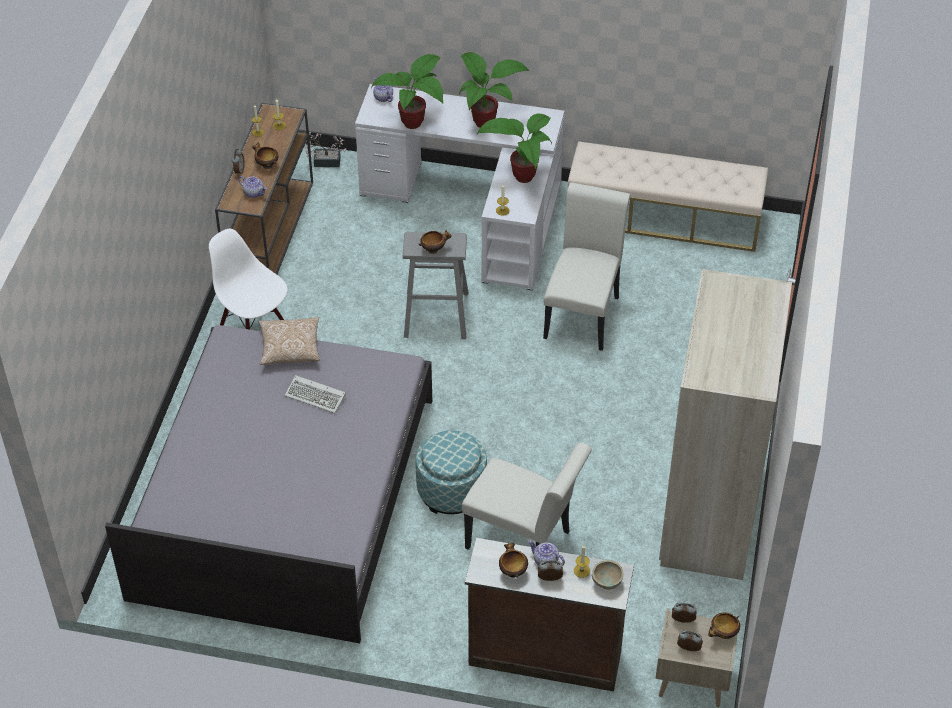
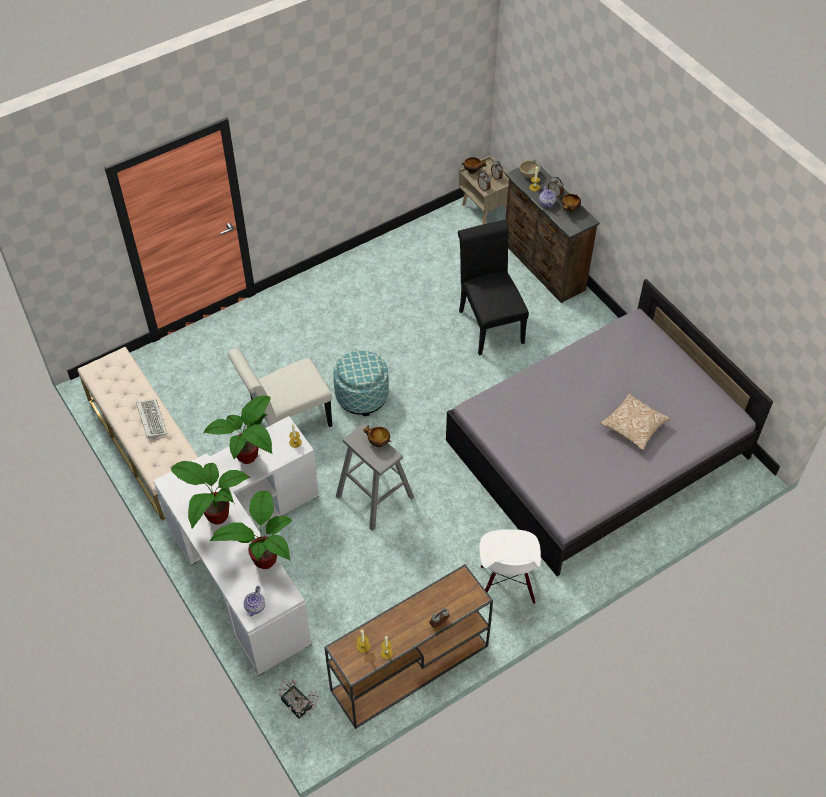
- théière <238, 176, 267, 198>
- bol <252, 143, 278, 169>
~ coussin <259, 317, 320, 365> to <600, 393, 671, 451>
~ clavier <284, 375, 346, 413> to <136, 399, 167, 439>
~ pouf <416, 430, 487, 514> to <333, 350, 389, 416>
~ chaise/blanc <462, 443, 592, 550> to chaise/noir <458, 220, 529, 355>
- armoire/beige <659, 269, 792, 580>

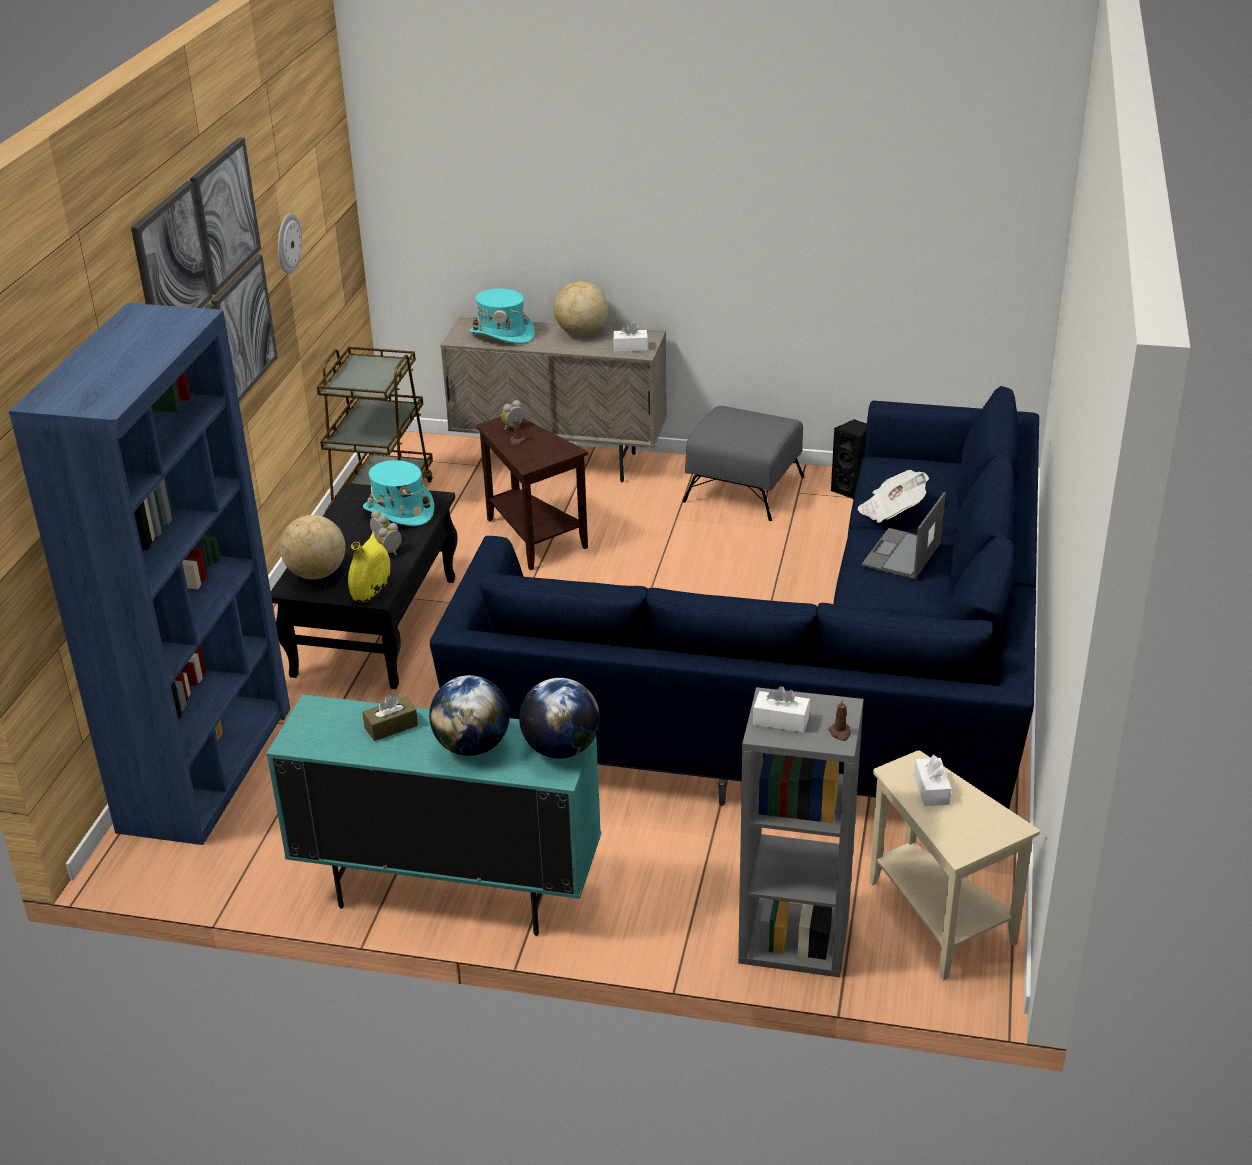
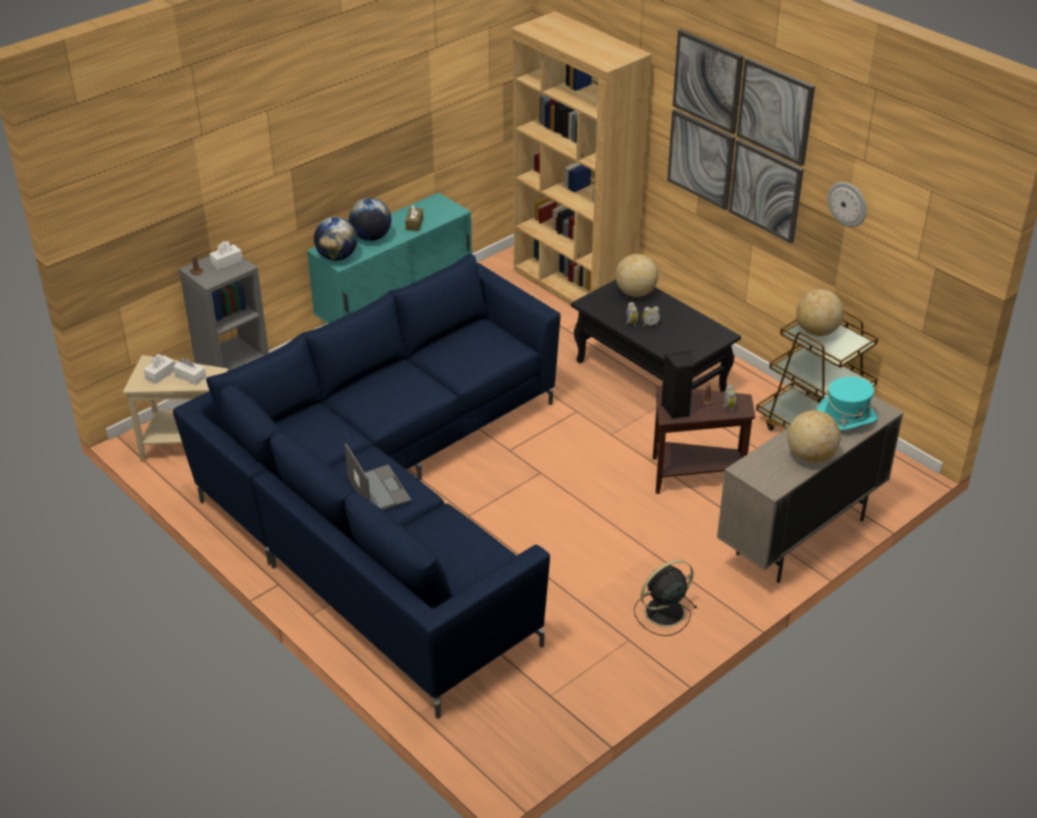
~ bibliothèque/bleu <9, 303, 290, 845> to bibliothèque/marron <511, 11, 652, 306>
- vase/jaune <348, 531, 390, 602>
- chapeau/turquoise <363, 460, 434, 526>
~ boîte à mouchoirs/blanc <613, 322, 648, 352> to <144, 354, 175, 384>
~ pouf/gris <682, 406, 804, 521> to ventilateur/noir <634, 560, 697, 636>
~ enceinte/noir <831, 419, 867, 499> to <661, 351, 694, 419>
- journal <858, 470, 929, 523>
+ globe <796, 289, 844, 336>

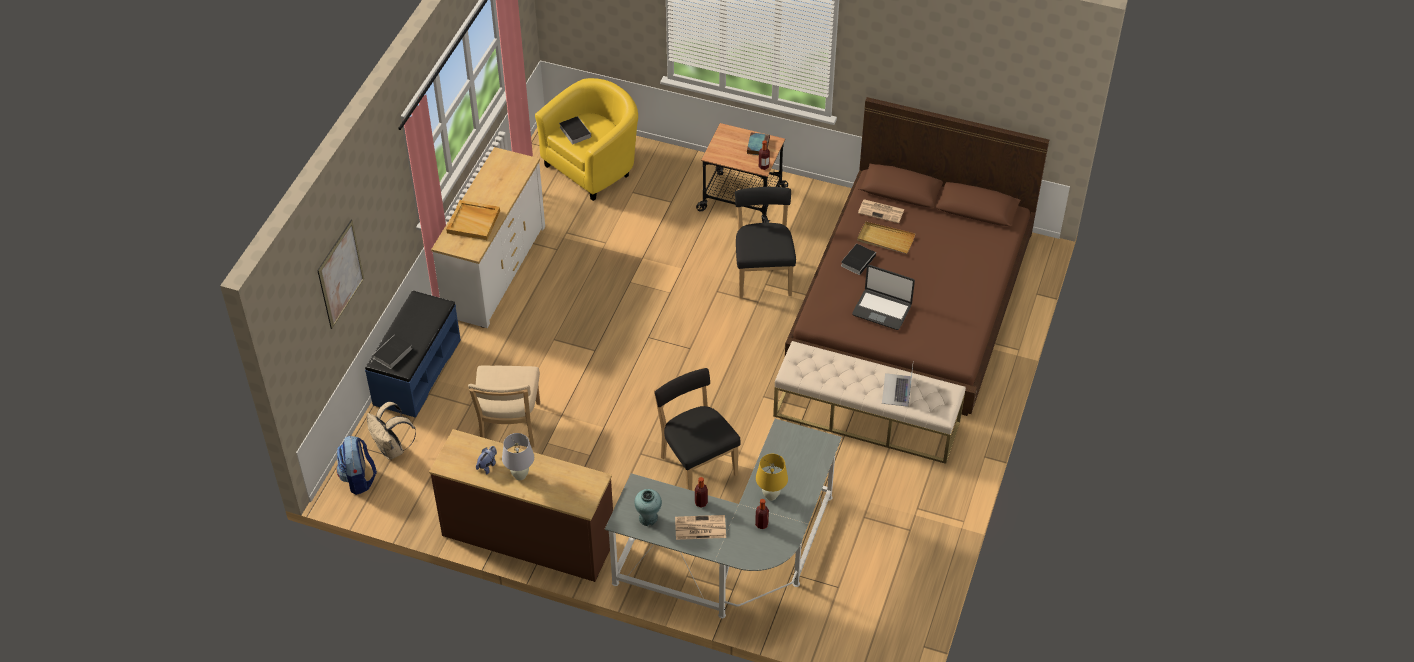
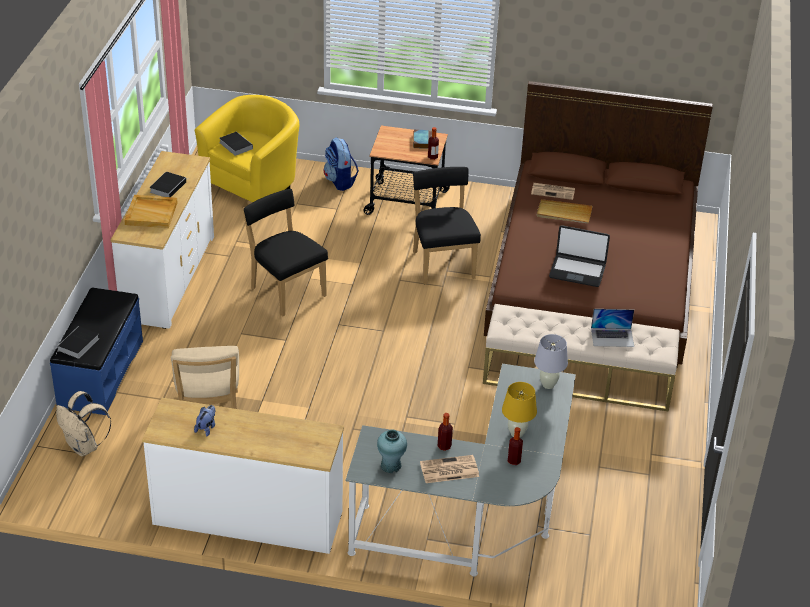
- tableau <317, 219, 364, 329>
~ sac à dos <337, 435, 377, 495> to <324, 137, 359, 191>
~ commode/marron <429, 429, 613, 582> to commode/blanc <142, 398, 344, 554>
~ lampe de table/blanc <502, 433, 534, 480> to <534, 334, 568, 389>
~ chaise/noir <654, 367, 741, 490> to <242, 189, 328, 317>
~ livre <841, 244, 877, 275> to <149, 172, 188, 197>
~ ordinateur portable <882, 366, 913, 407> = <591, 309, 634, 347> 90 degrees counterclockwise

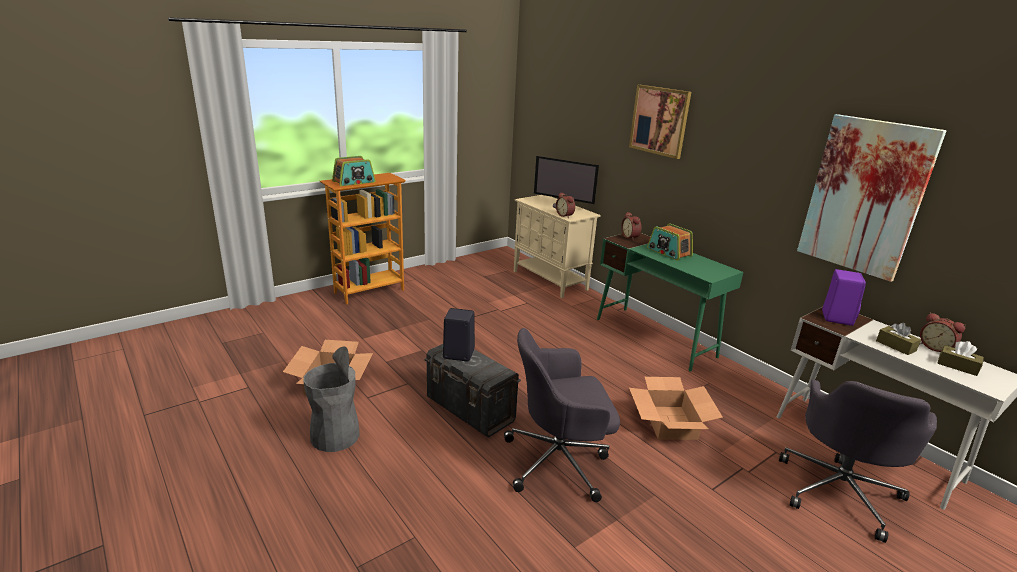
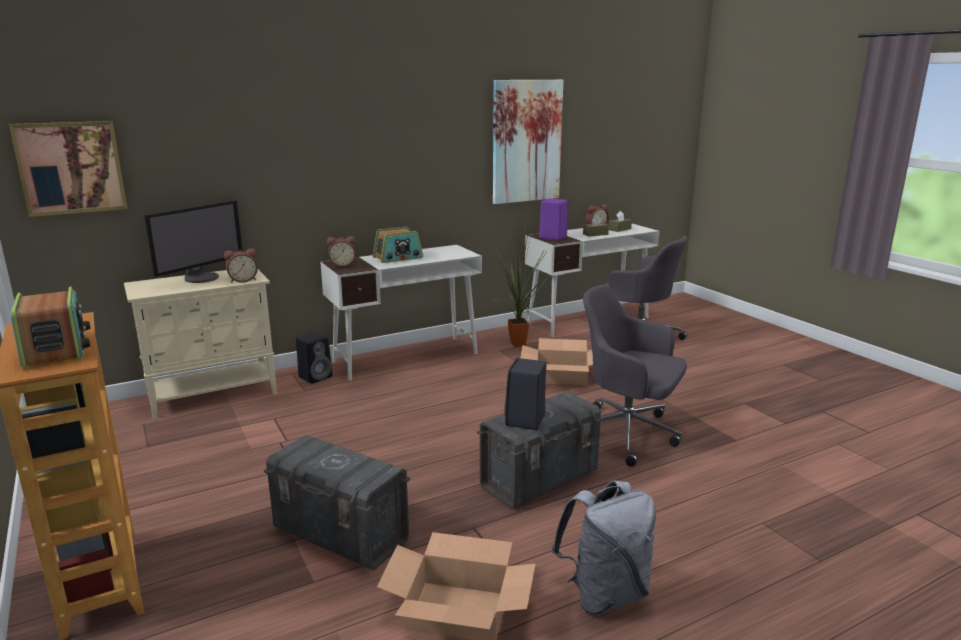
~ poubelle/gris <303, 347, 359, 452> to sac à dos/gris <551, 480, 656, 614>
~ chaise de bureau/gris <504, 328, 620, 502> = <583, 285, 687, 467> 120 degrees clockwise
~ bureau/vert <597, 233, 743, 372> to bureau/blanc <320, 245, 482, 380>
~ tableau <629, 85, 691, 159> to <9, 121, 127, 217>
+ boîte de rangement/gris <264, 435, 410, 570>
+ enceinte/noir <296, 332, 333, 384>
+ plante en pot <489, 219, 549, 347>

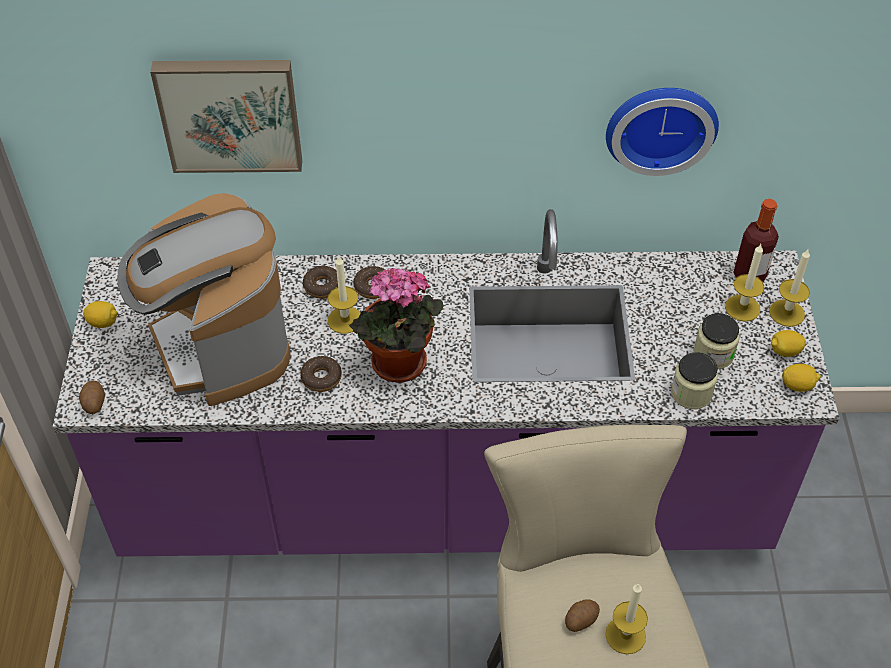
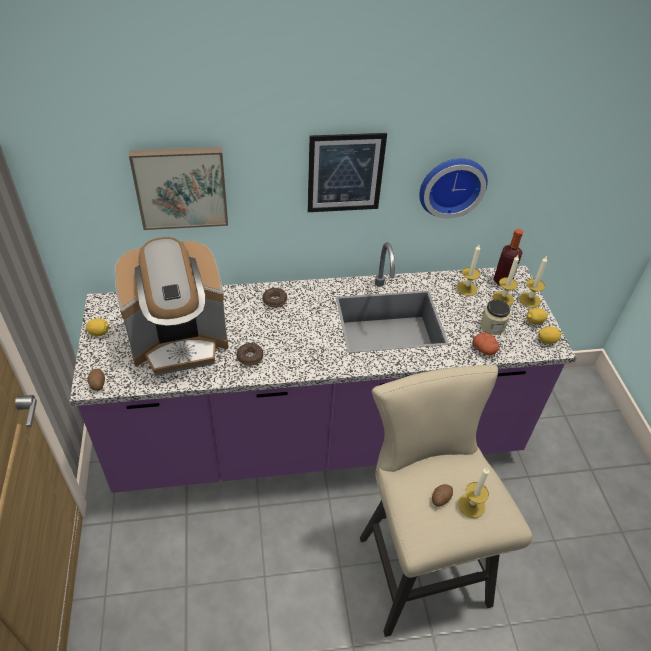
~ machine à café <117, 193, 291, 406> = <115, 237, 228, 376> 75 degrees counterclockwise
- beignet <303, 266, 338, 299>
~ bougie <328, 257, 361, 334> to <457, 245, 480, 296>
- plante en pot <349, 268, 444, 383>
~ bocal <671, 352, 718, 409> to pomme de terre <472, 333, 500, 355>
+ tableau <308, 133, 387, 212>

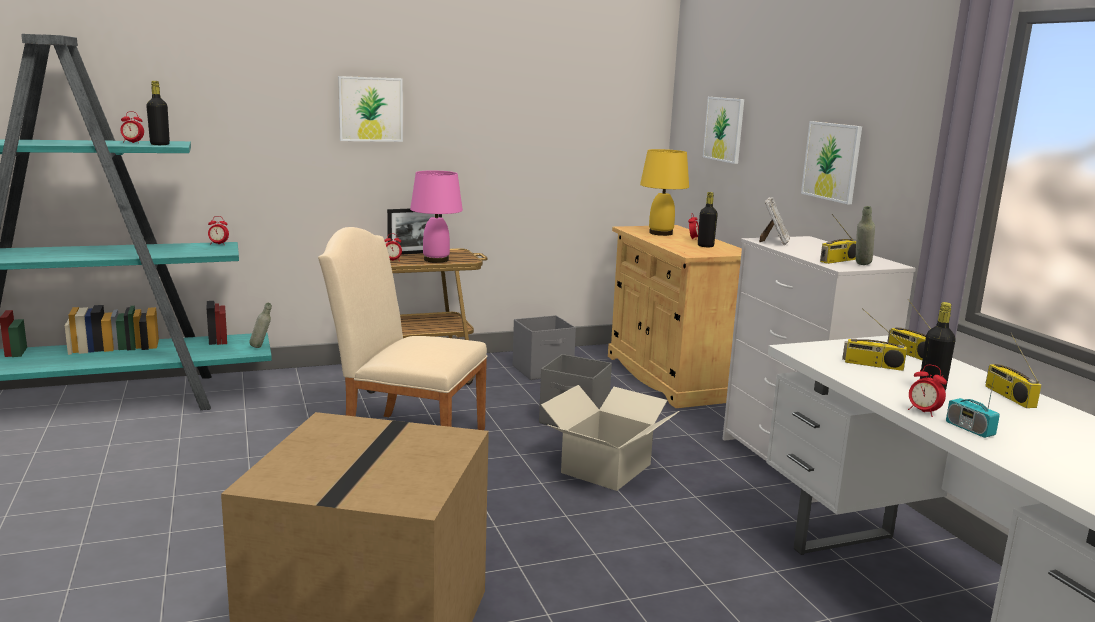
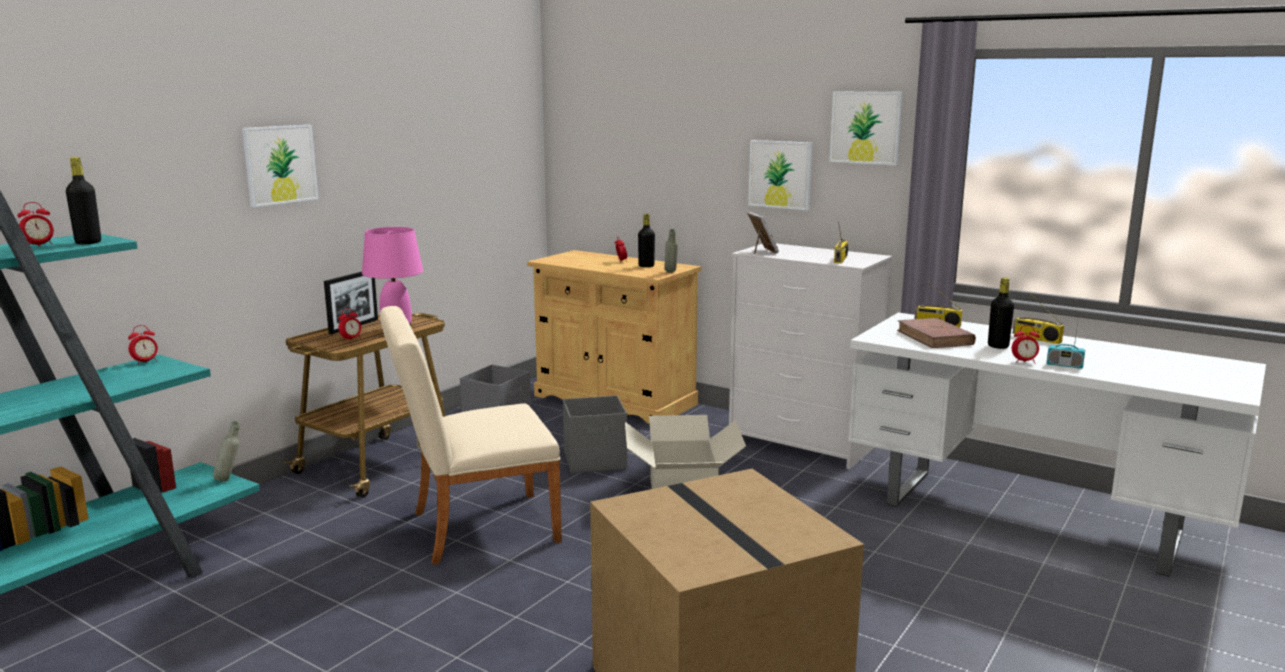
- lampe de table/jaune <640, 149, 689, 236>
~ tableau <703, 97, 744, 164> to <830, 91, 903, 165>
~ radio <842, 308, 907, 371> to livre/marron <897, 318, 976, 348>
~ bouteille/gris <856, 206, 875, 265> to <664, 229, 678, 273>

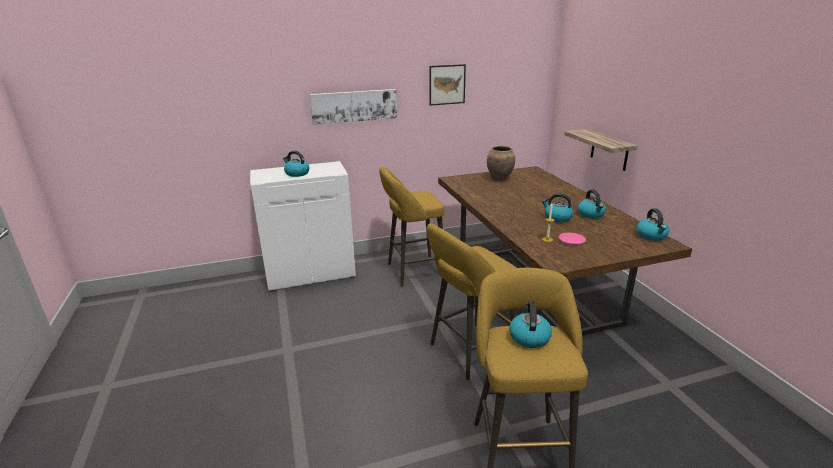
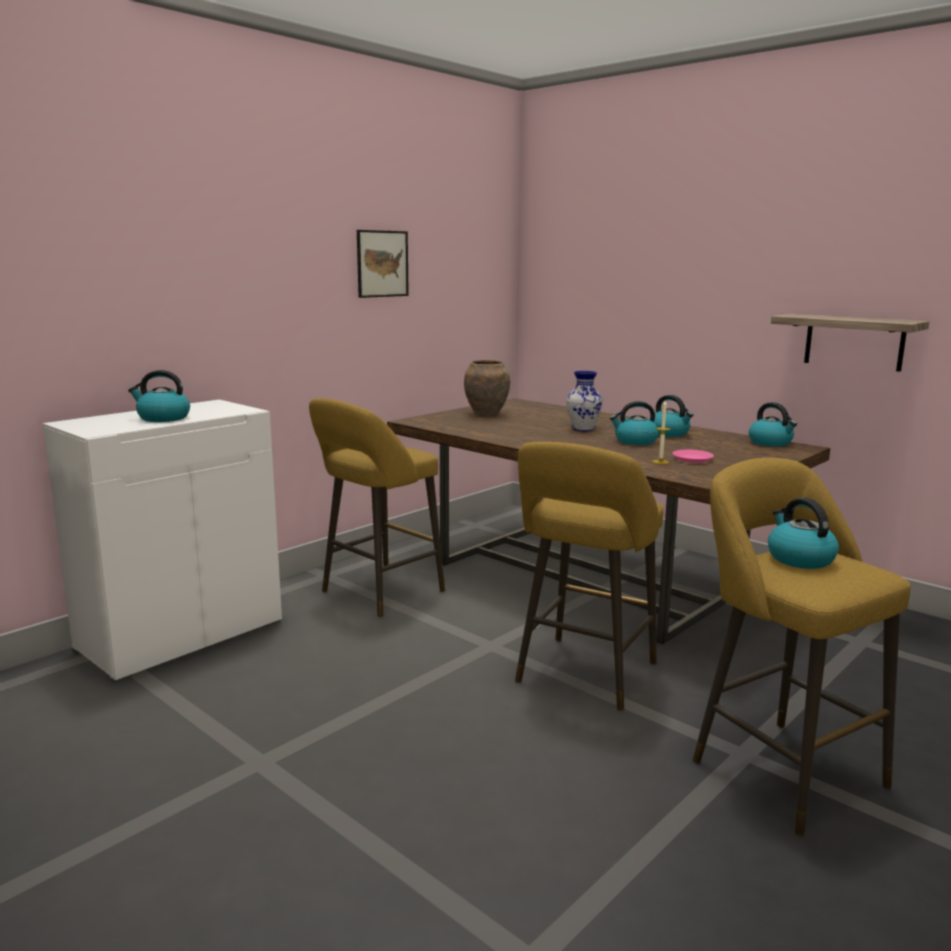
- tableau <310, 89, 397, 125>
~ étagère <565, 129, 638, 171> to <771, 314, 929, 372>
+ vase <566, 371, 603, 431>

